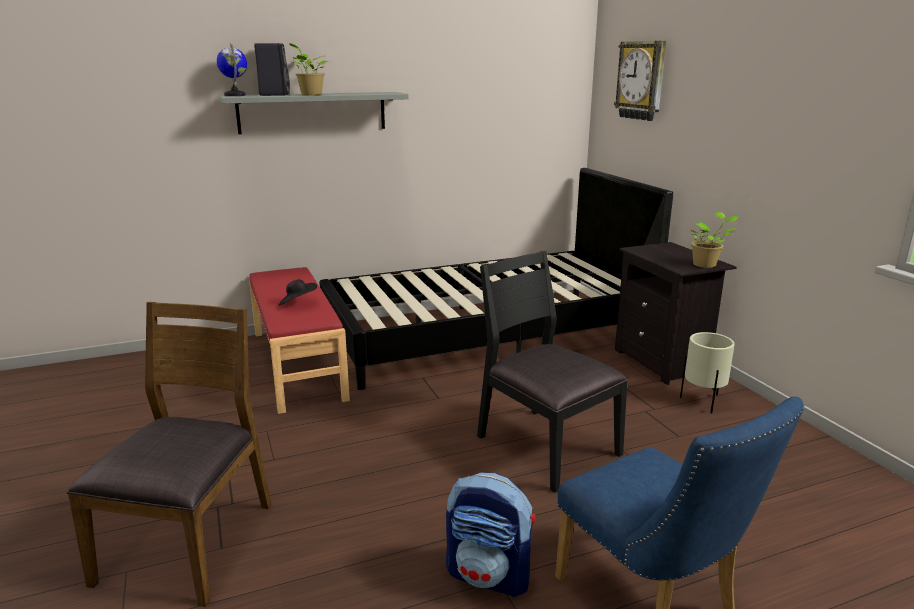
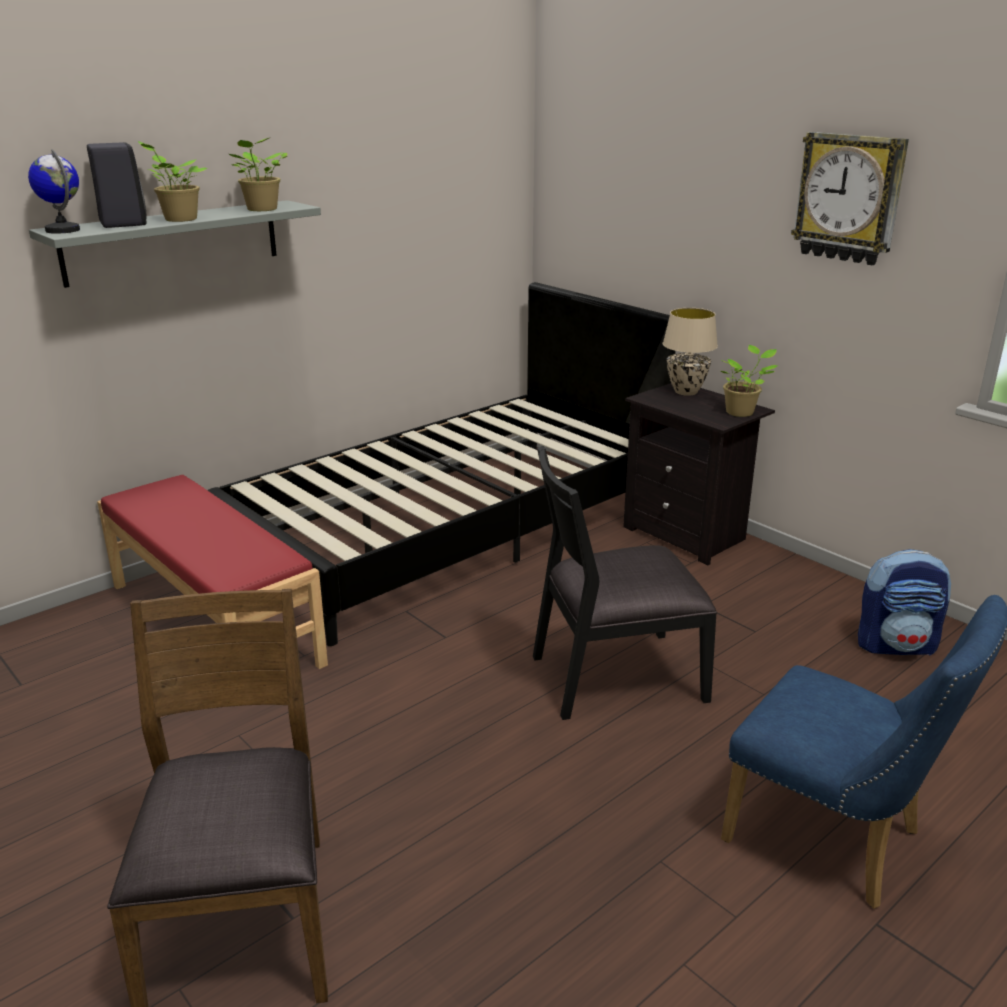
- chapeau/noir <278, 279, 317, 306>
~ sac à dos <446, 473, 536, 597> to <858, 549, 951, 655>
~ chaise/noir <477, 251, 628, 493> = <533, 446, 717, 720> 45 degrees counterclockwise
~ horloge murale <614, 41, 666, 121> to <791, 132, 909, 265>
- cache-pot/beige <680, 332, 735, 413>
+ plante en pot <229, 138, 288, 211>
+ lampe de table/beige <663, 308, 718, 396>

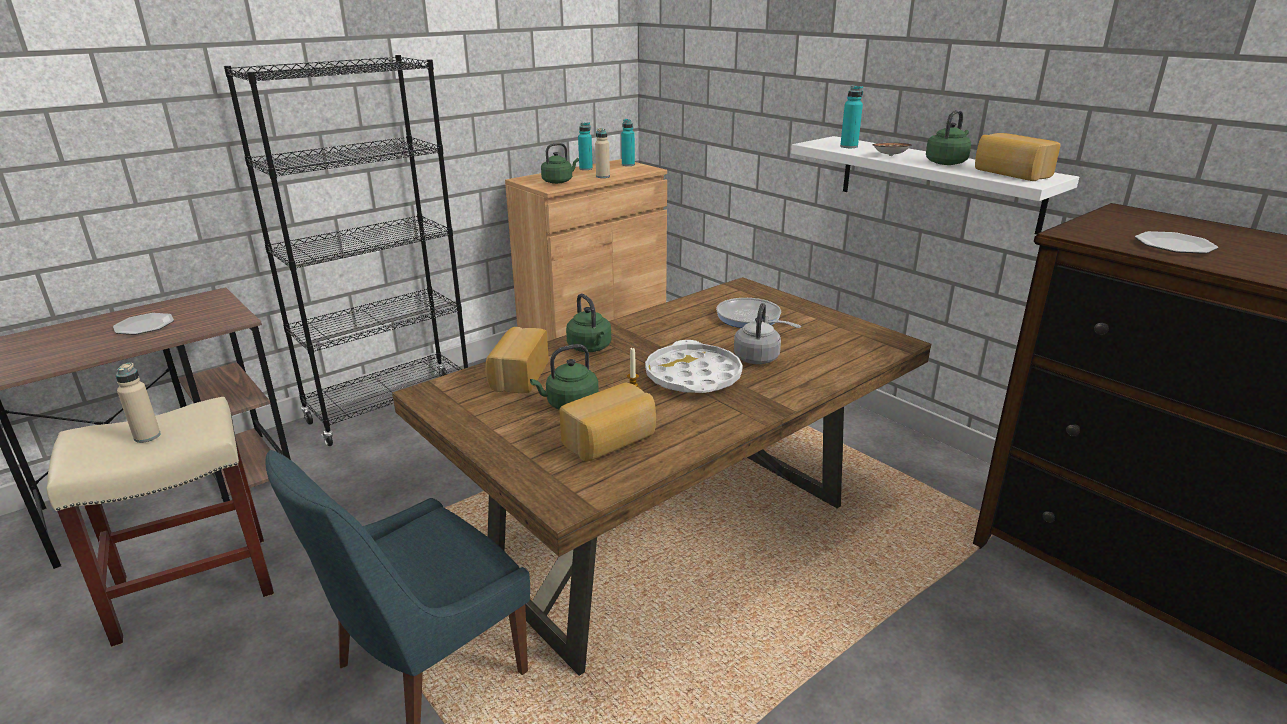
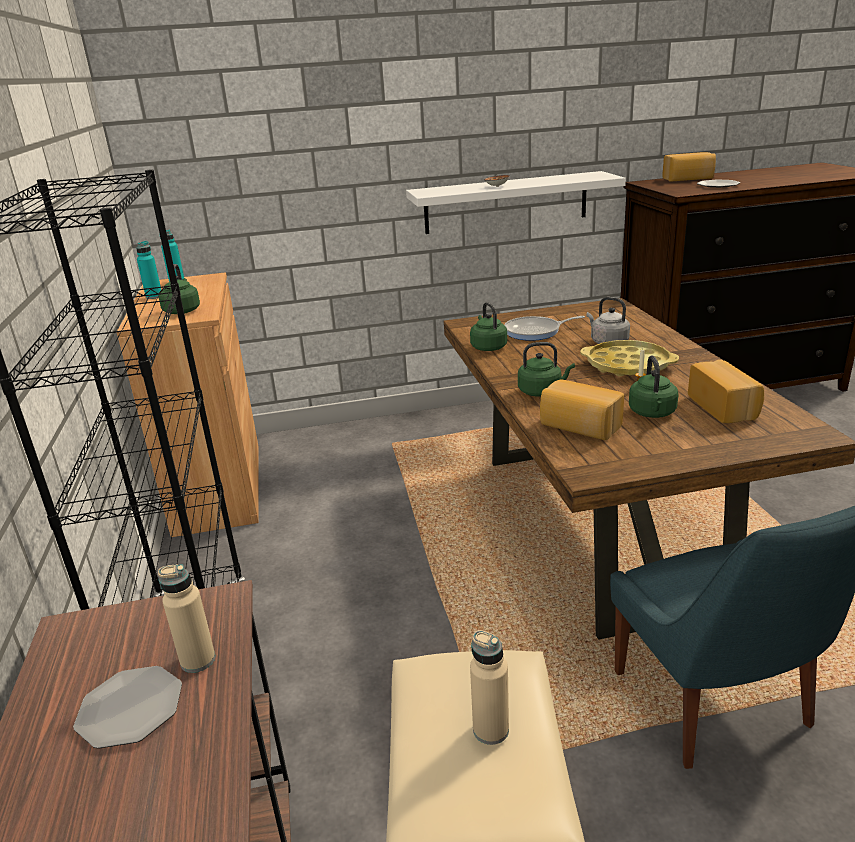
~ bouteille/beige <595, 128, 610, 178> to <158, 564, 215, 673>
~ plateau/blanc <645, 340, 743, 393> to plateau/jaune <580, 340, 679, 377>
- bouteille/turquoise <840, 86, 863, 148>
~ bouilloire/vert <926, 110, 971, 165> to <470, 302, 507, 351>
~ pain <975, 133, 1060, 181> to <662, 152, 716, 182>

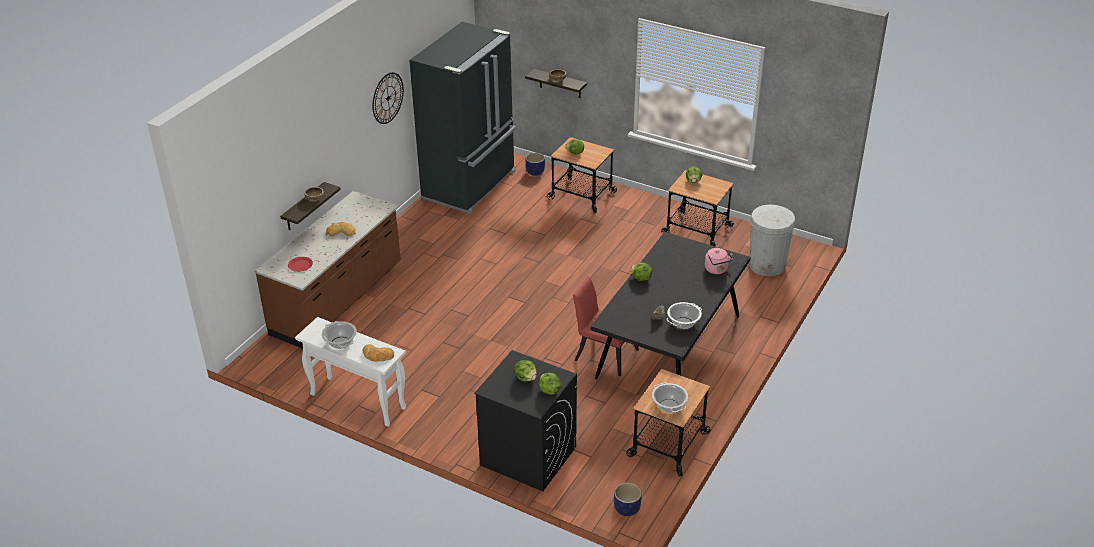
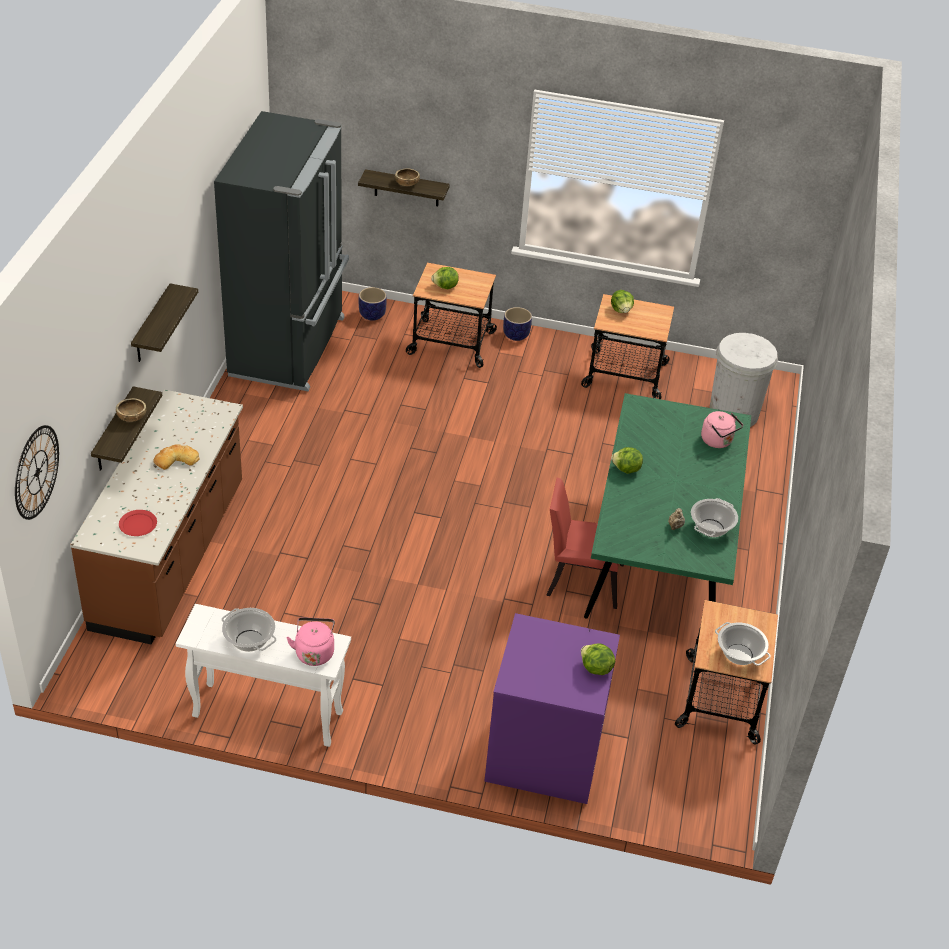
~ pain <363, 344, 394, 362> to bouilloire/rose <286, 617, 335, 666>
~ horloge murale <372, 72, 404, 124> to <15, 425, 59, 520>
~ lave-linge/noir <474, 350, 577, 491> to lave-linge/violet <484, 613, 620, 804>
- laitue <514, 360, 537, 381>
~ table à manger/noir <590, 232, 751, 379> to table à manger/vert <584, 393, 751, 619>
~ cache-pot <614, 482, 642, 516> to <503, 307, 532, 341>
+ étagère <131, 283, 198, 362>

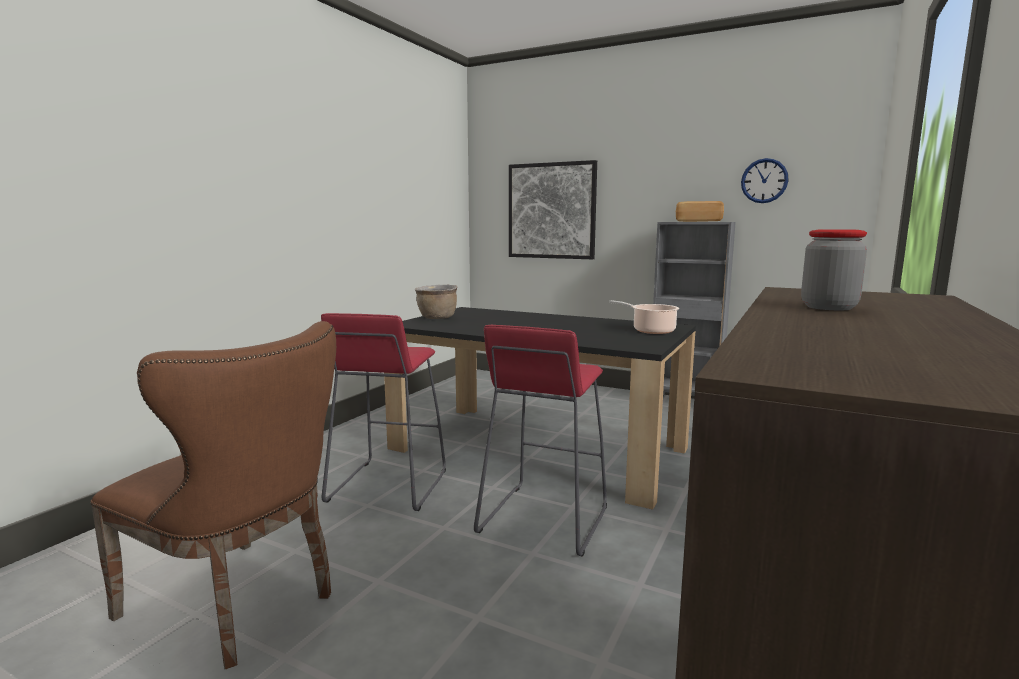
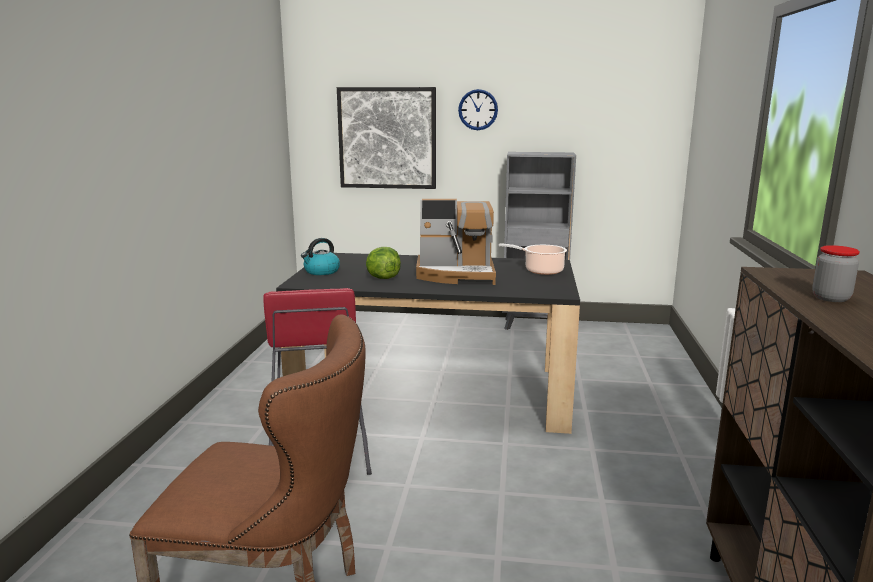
~ marmite/marron <415, 285, 457, 319> to bouilloire <301, 238, 340, 275>
- tabouret/rouge <474, 324, 607, 557>
- pain <676, 201, 724, 222>
~ horloge murale <741, 158, 789, 203> to <458, 89, 498, 130>
+ laitue <366, 247, 401, 279>
+ machine à café <416, 199, 496, 285>

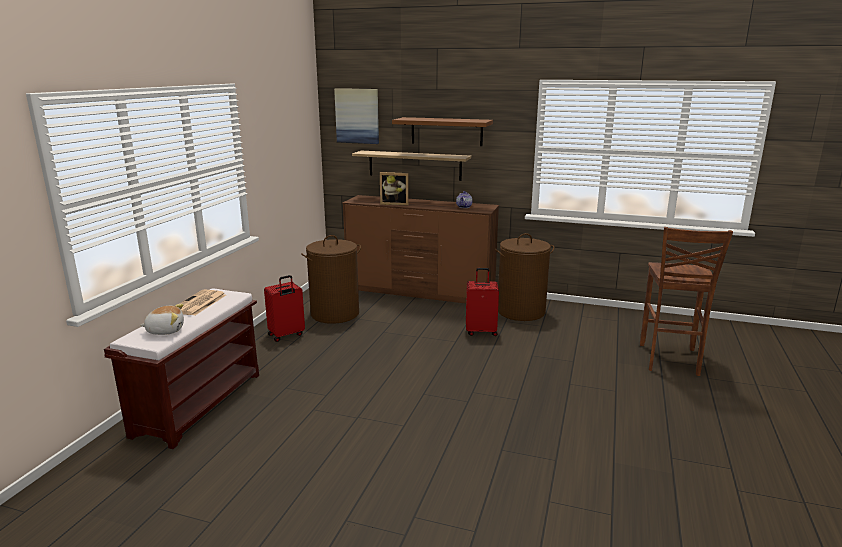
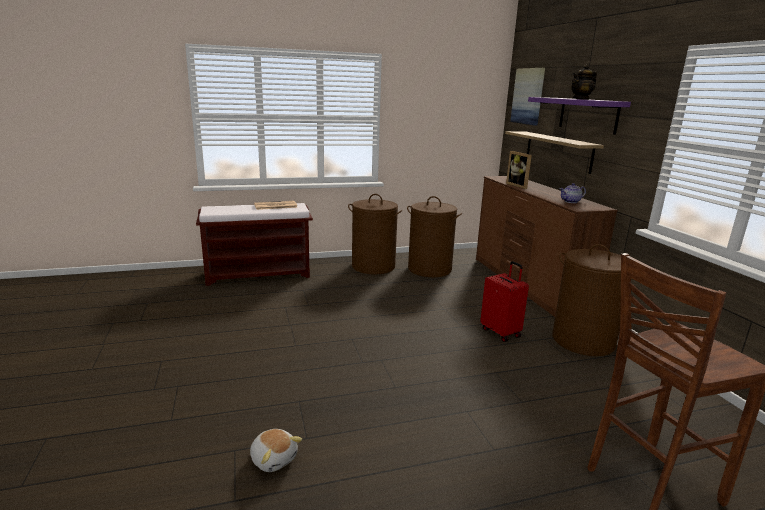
~ peluche <139, 304, 184, 335> to <250, 429, 302, 472>
~ valise/rouge <264, 275, 305, 342> to panier à linge/marron <348, 194, 402, 274>
~ étagère/marron <392, 117, 493, 146> to étagère/violet <528, 97, 631, 135>
+ théière <571, 64, 597, 100>

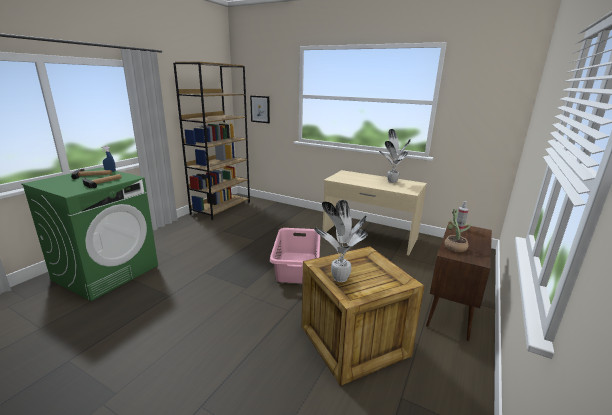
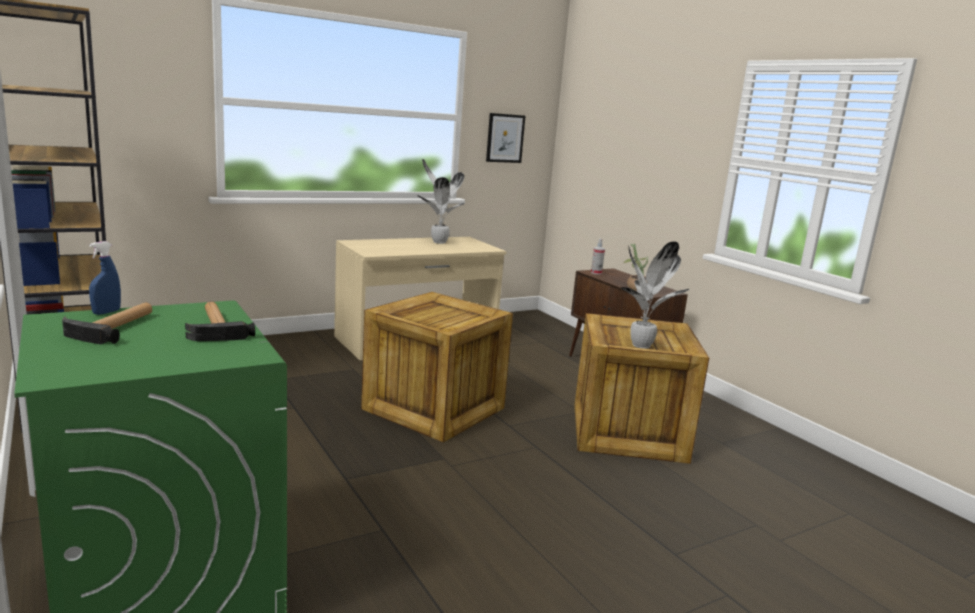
~ tableau <250, 96, 270, 123> to <486, 113, 525, 163>
~ panier à linge/rose <270, 228, 321, 283> to caisse <361, 292, 513, 442>

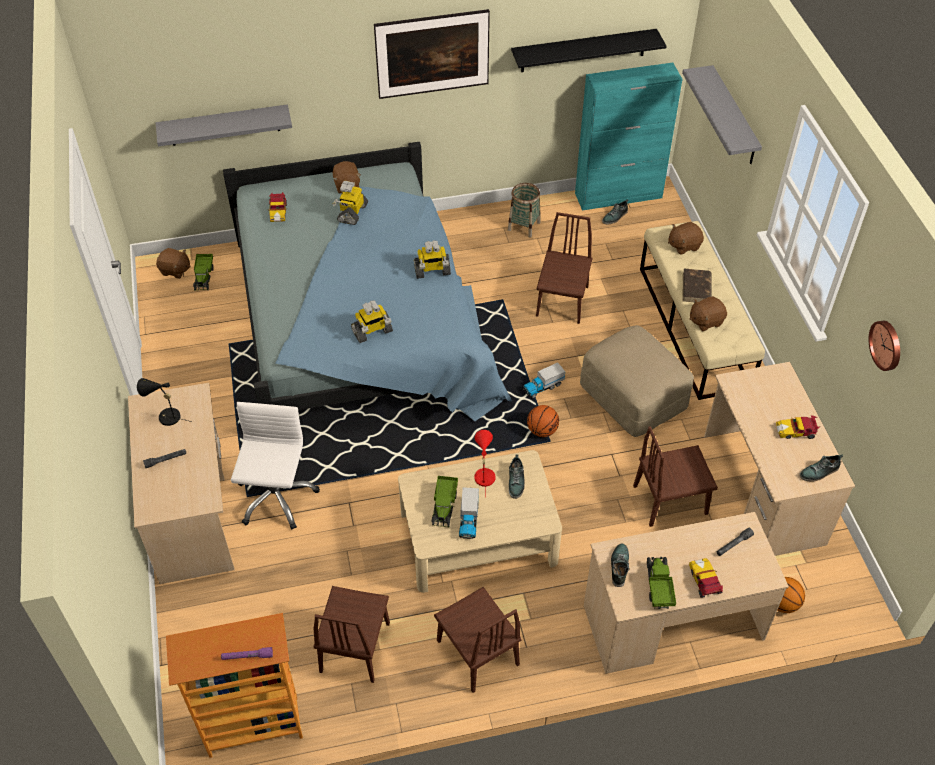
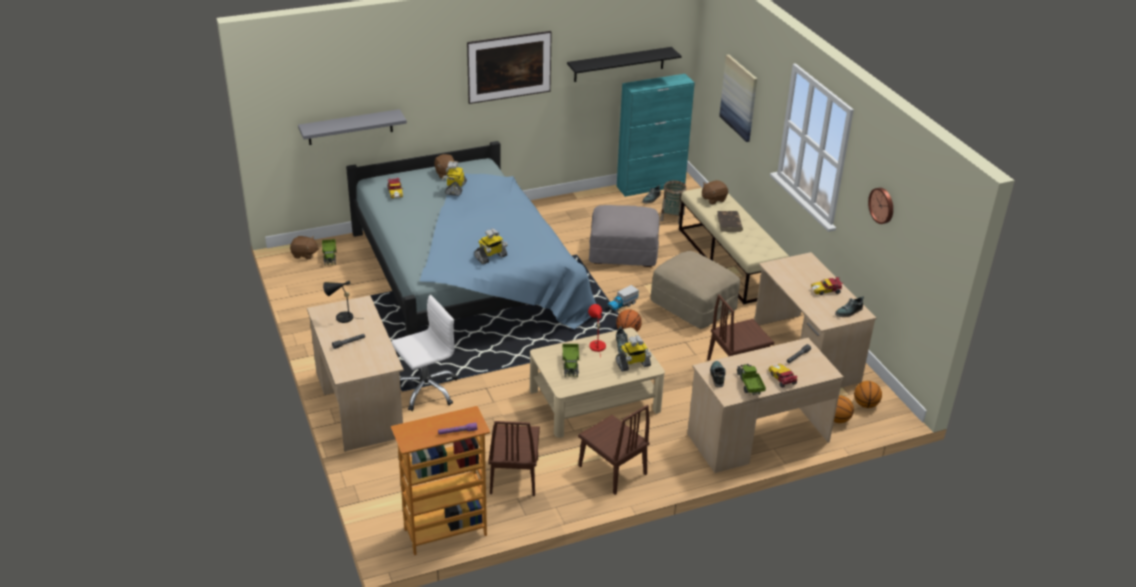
~ chaise de bureau/blanc <231, 402, 320, 529> = <391, 295, 458, 411> 60 degrees clockwise
~ robot jouet <414, 240, 451, 279> to <616, 335, 651, 372>
- camion jouet <459, 487, 479, 539>
~ panier <508, 183, 540, 238> to <660, 181, 686, 224>
~ chaise/marron <536, 212, 592, 324> to pouf/gris <589, 205, 660, 267>
~ étagère/gris <682, 65, 762, 164> to tableau <719, 54, 757, 142>
- peluche/marron <690, 296, 727, 331>
+ ballon de basket <854, 381, 882, 408>

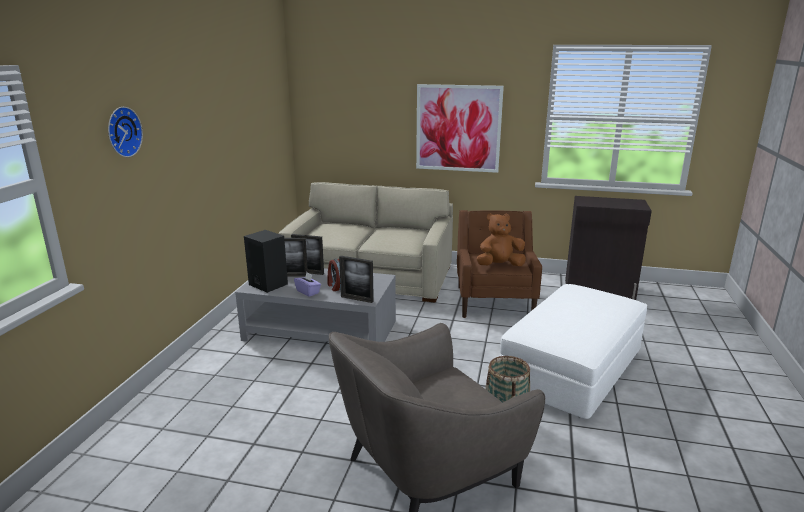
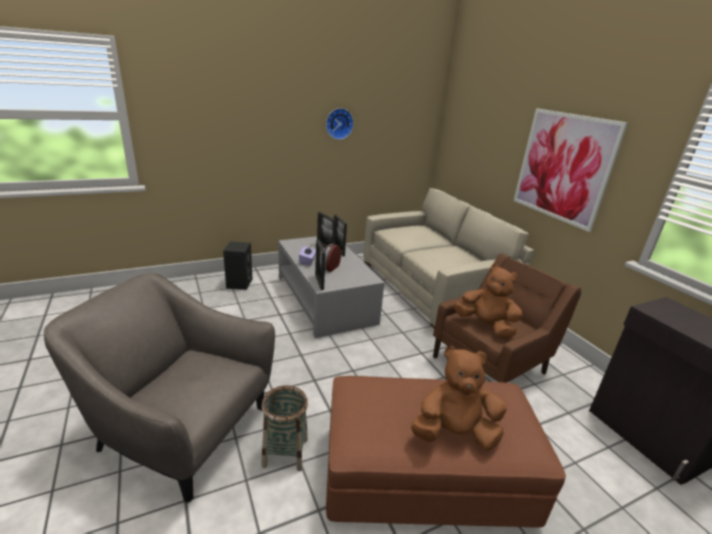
~ horloge murale <108, 107, 143, 157> to <326, 108, 354, 140>
~ enceinte/noir <244, 230, 288, 293> to <223, 241, 252, 290>
~ pouf/blanc <500, 284, 647, 419> to pouf/marron <326, 376, 566, 528>
+ peluche/marron <411, 346, 507, 451>

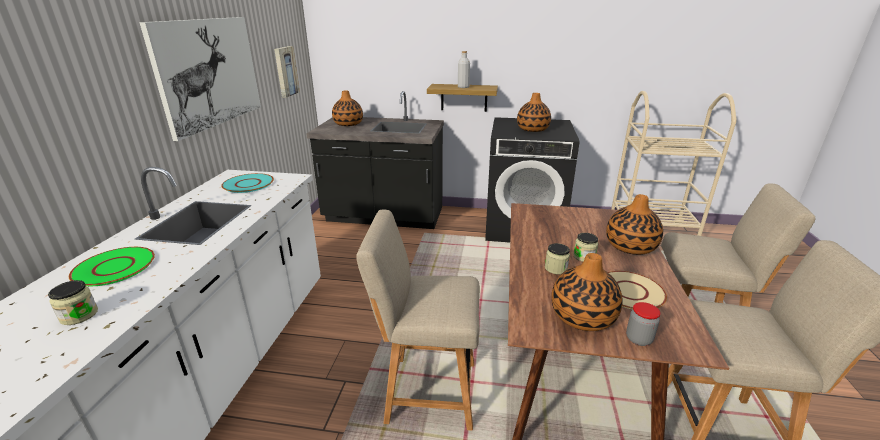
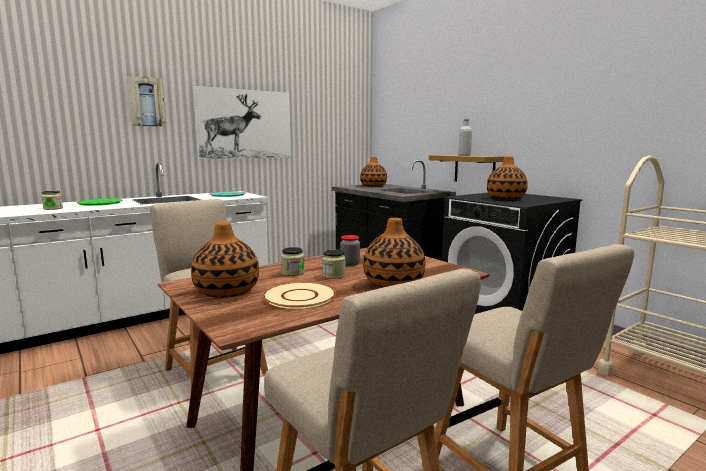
~ tableau <274, 46, 300, 98> to <127, 76, 166, 127>
~ bocal <626, 302, 661, 346> to <340, 235, 360, 266>

